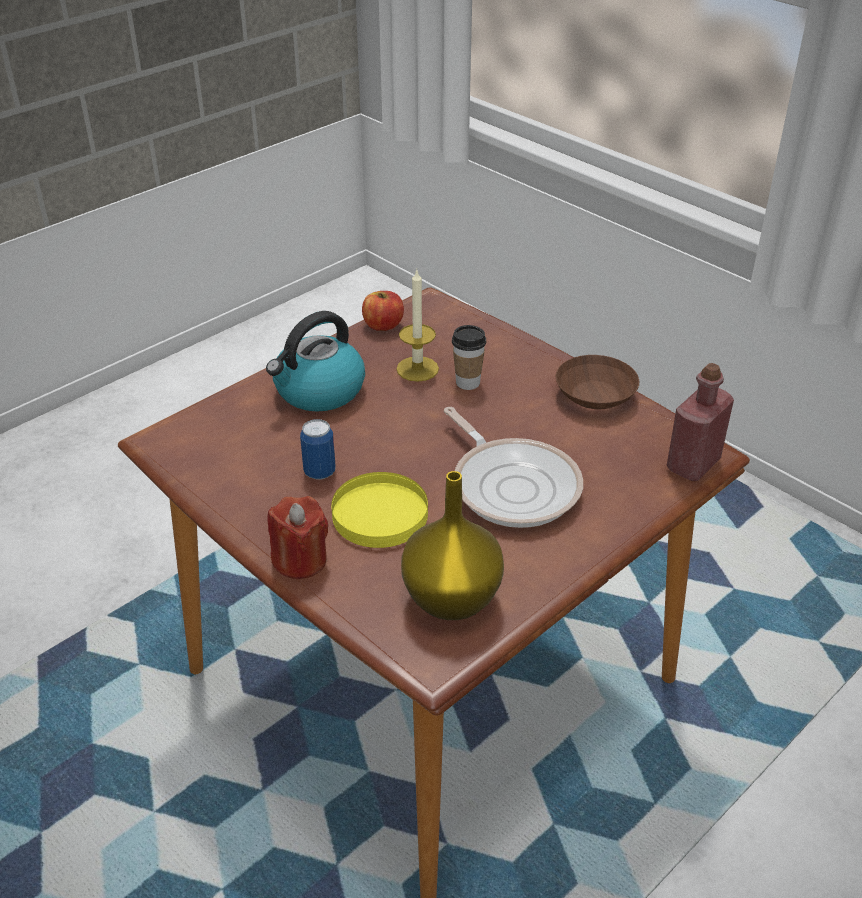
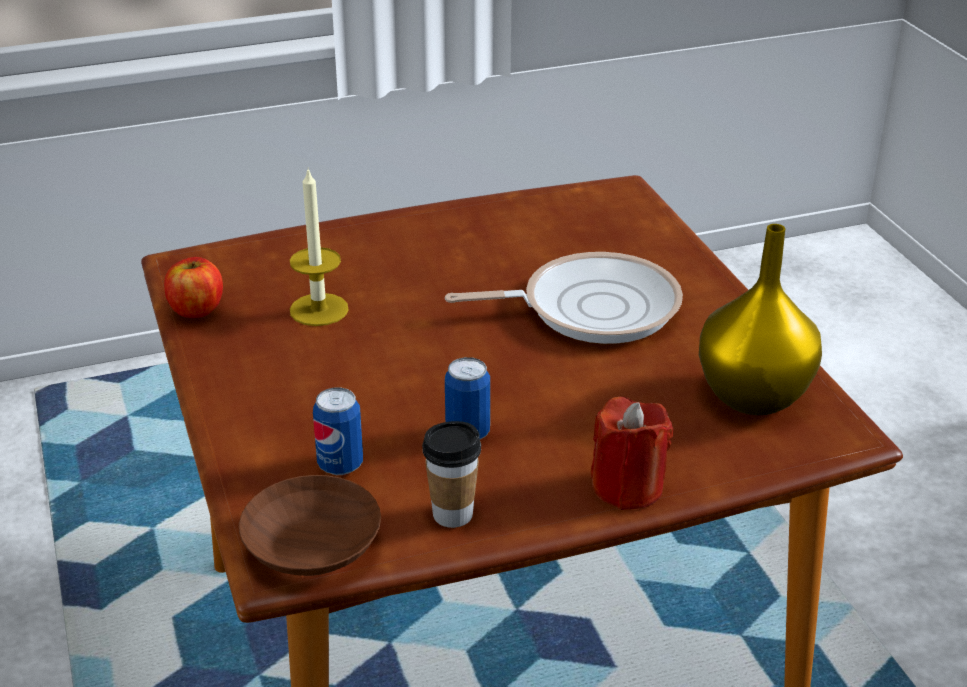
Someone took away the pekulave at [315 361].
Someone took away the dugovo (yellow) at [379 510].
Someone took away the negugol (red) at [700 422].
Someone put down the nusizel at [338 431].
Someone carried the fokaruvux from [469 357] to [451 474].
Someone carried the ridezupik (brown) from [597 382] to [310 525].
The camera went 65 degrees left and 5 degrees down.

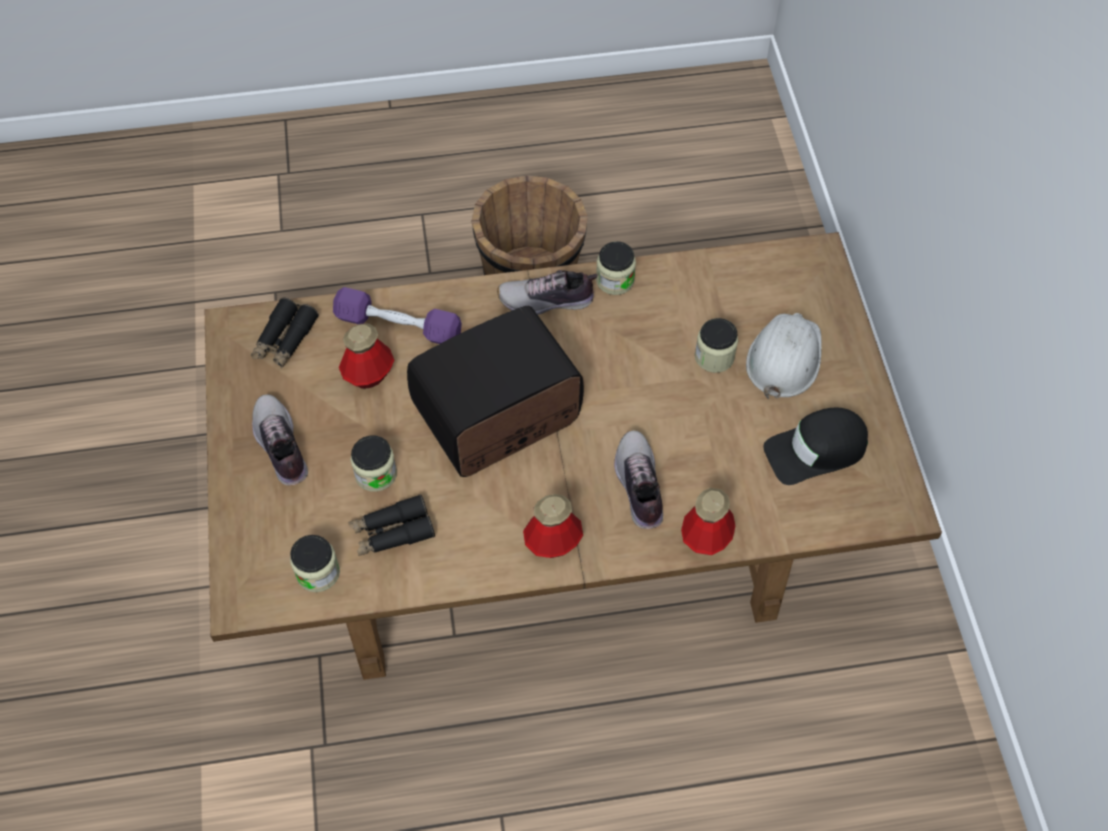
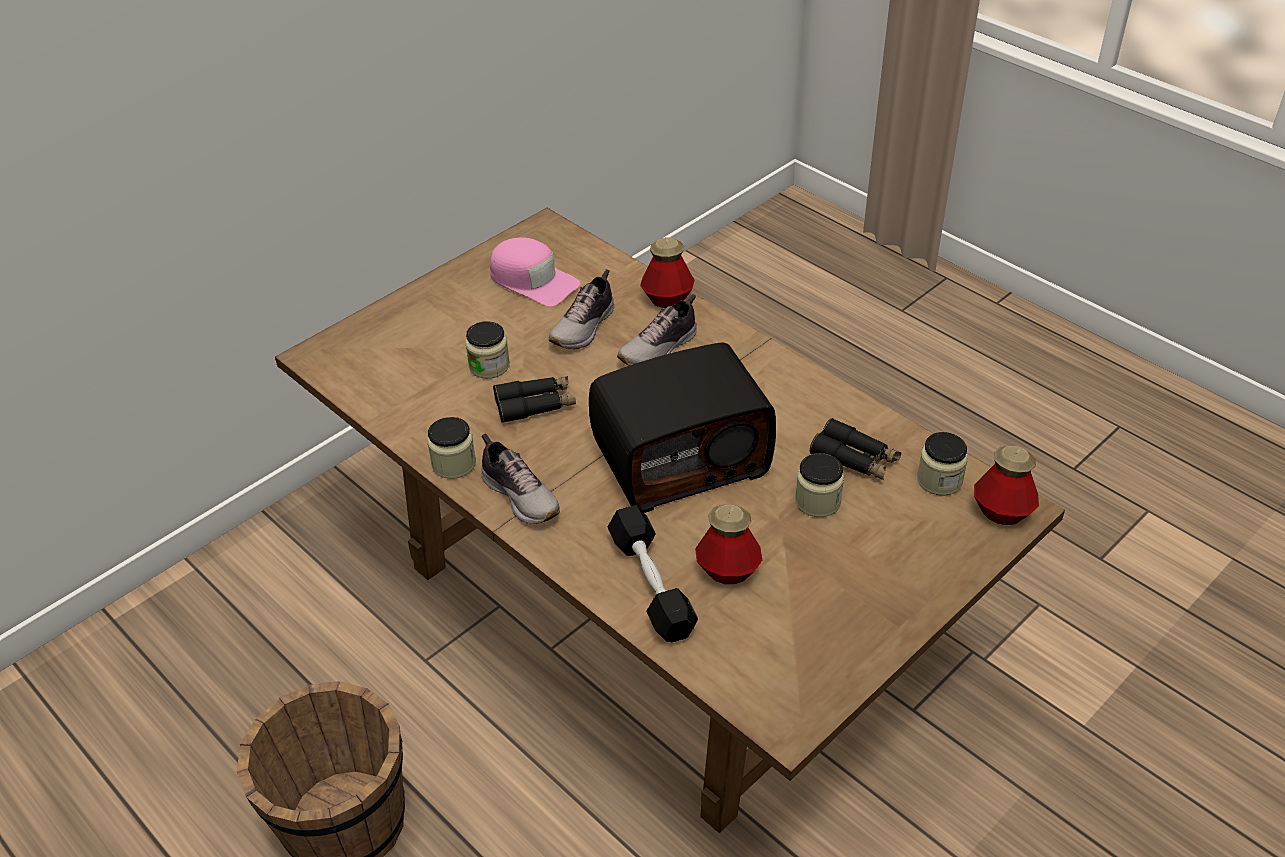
Someone took away the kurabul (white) at [784 356].
Someone carried the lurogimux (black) from [285 333] to [534 399].
Someone carried the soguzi from [280 440] to [581 309].
Someone carried the negugol from [553 526] to [1006 485].
Someone repainted the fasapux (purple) at [397 315], which became the fasapux (black) at [653 574].
Someone repainted the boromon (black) at [815 446], which became the boromon (pink) at [535 272].
Someone rotated the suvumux at [495 391] by 45 degrees counterclockwise.
The camera went 125 degrees left and 15 degrees down.

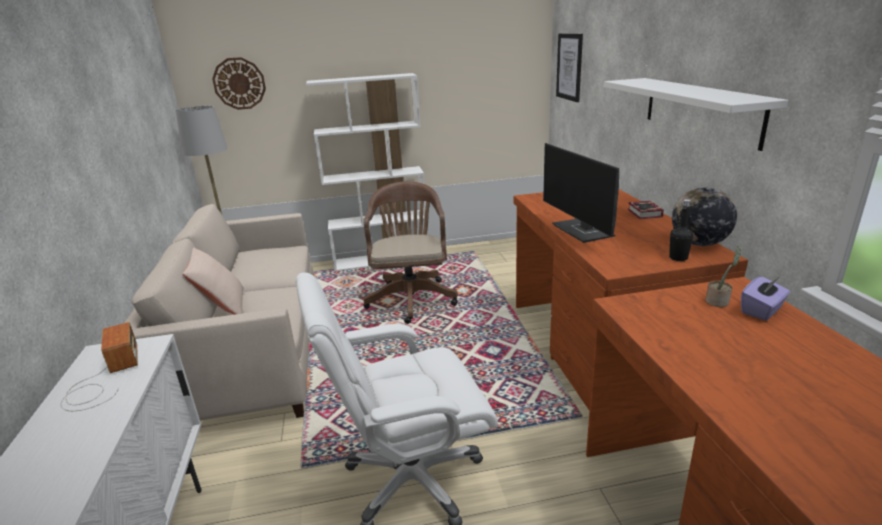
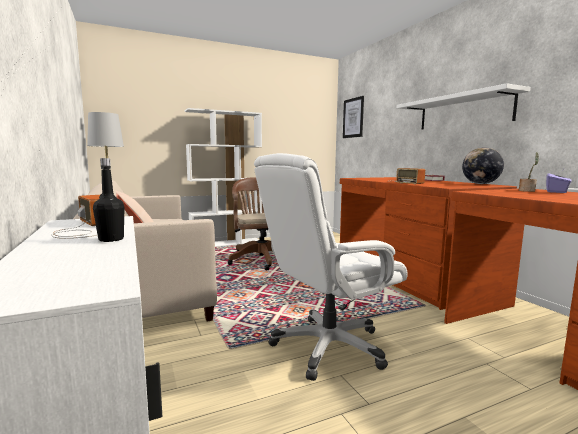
Someone took away the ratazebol at [239 83].
Someone carried the negugol (black) from [681 230] to [109 200].
Someone swapped the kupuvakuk at [581 193] for the suvumux at [409 176].
The camera went 15 degrees left and 15 degrees down.

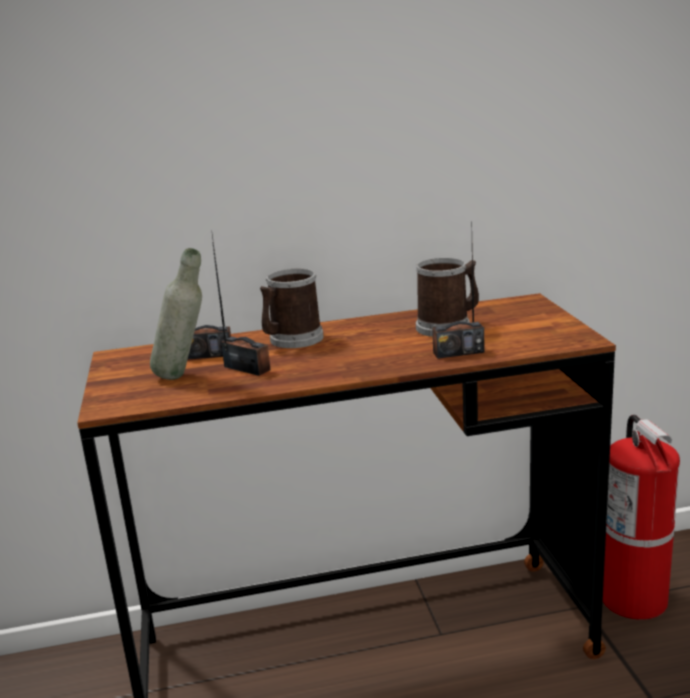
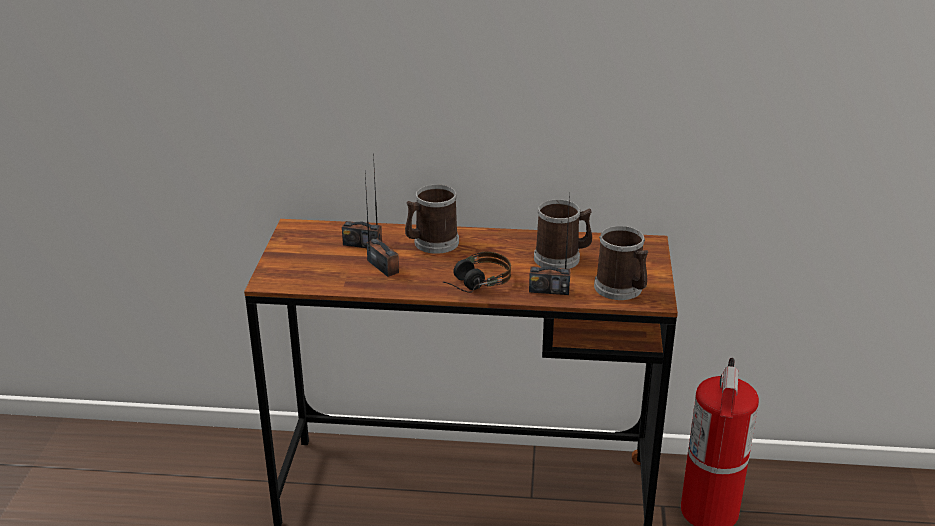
Someone took away the negugol (grey) at [176 314].
Someone put down the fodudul at [477 272].
Someone put down the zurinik at [621 263].
The camera went 15 degrees right and 10 degrees up.

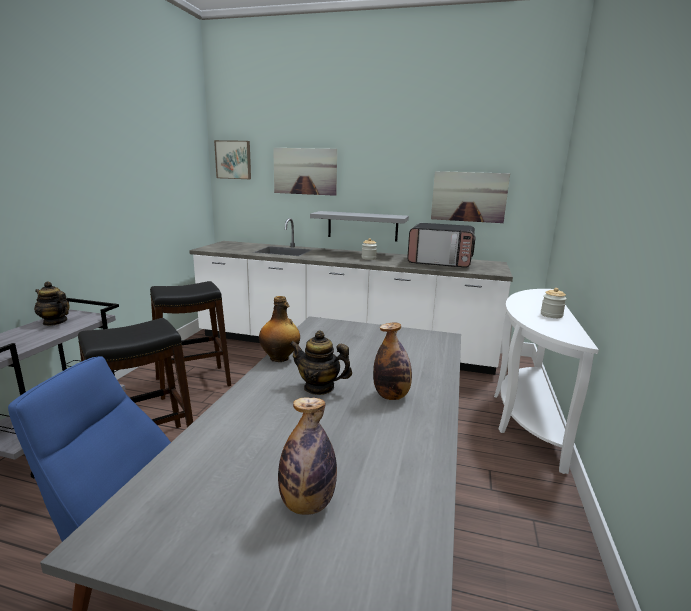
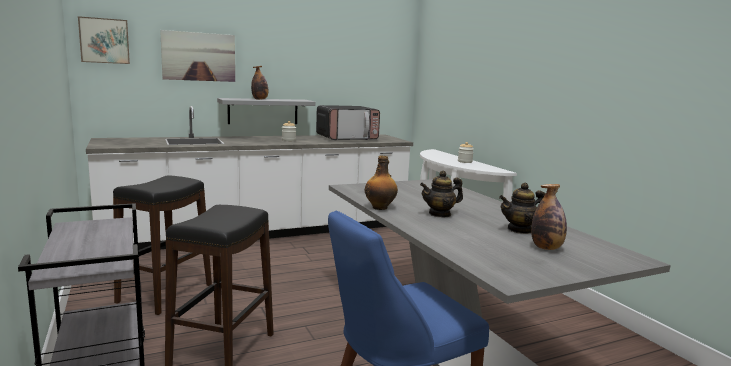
Someone took away the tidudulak at [470 197].
Someone carried the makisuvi from [52 303] to [522 208].
Someone carried the negugol from [392 361] to [259 83].
The camera went 40 degrees left and 5 degrees down.

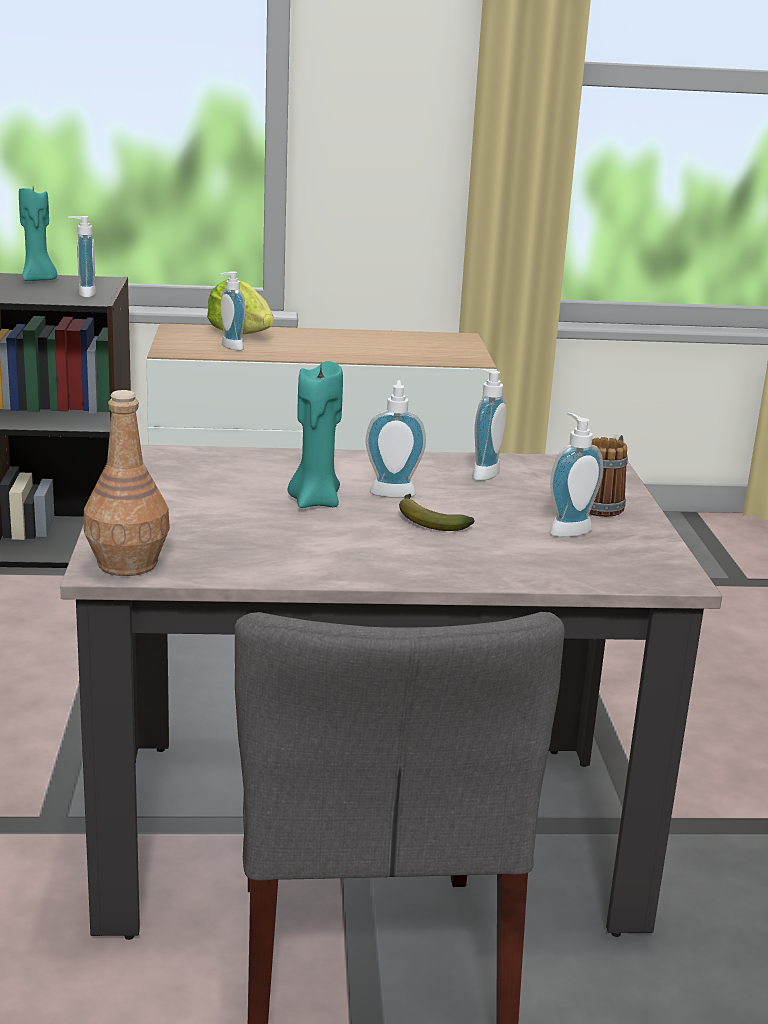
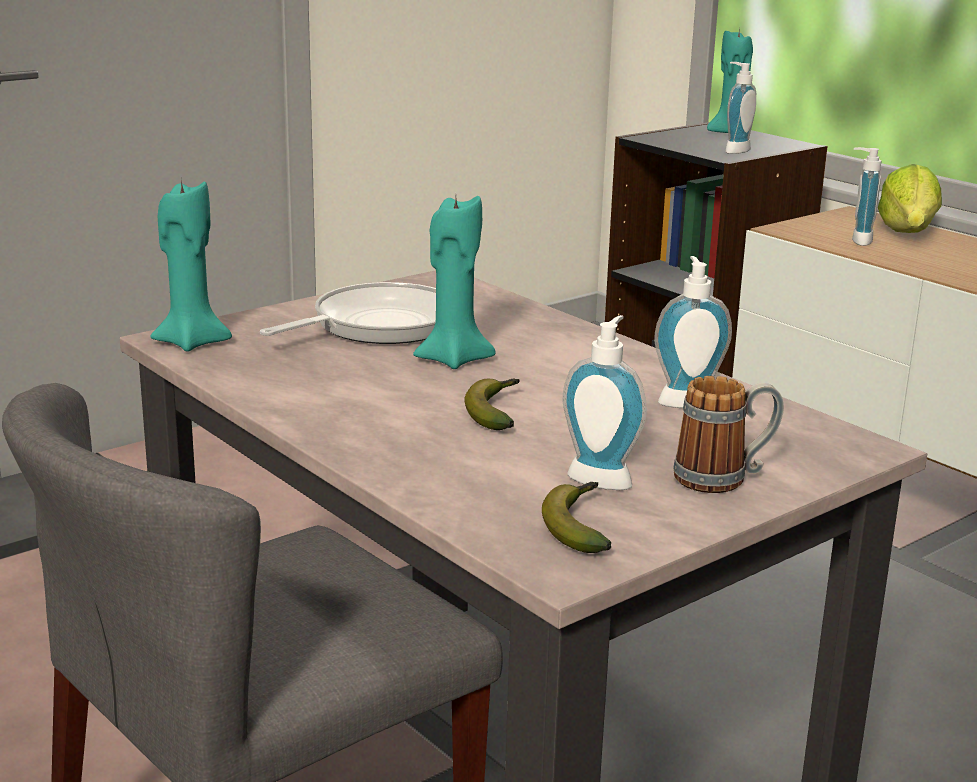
Someone took away the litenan at [396 439].
Someone put down the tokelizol at [348 313].
Someone put down the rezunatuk at [576 517].
Someone swapped the negugol (brown) at [127 483] for the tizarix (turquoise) at [191 265].
The camera went 55 degrees right and 0 degrees up.

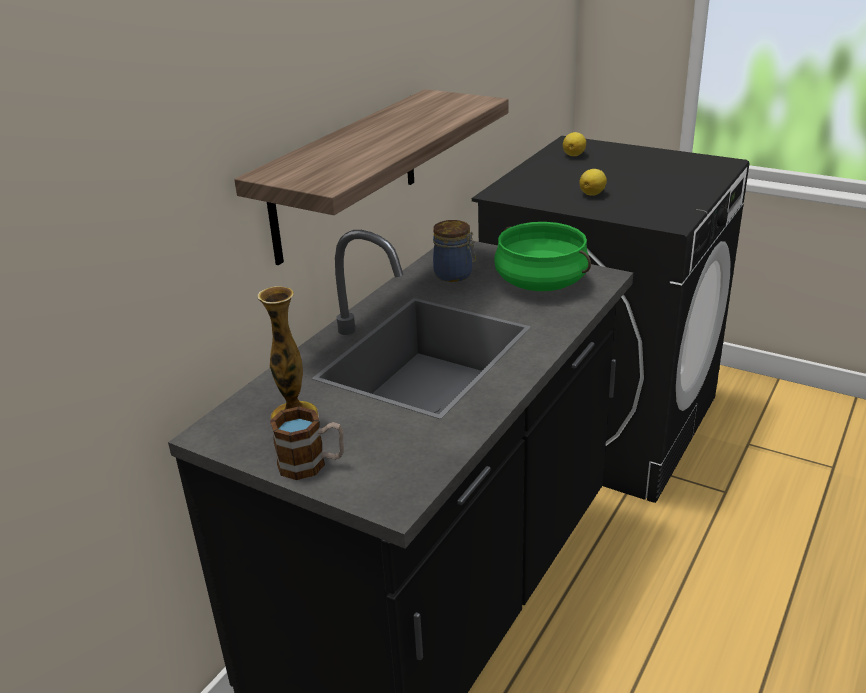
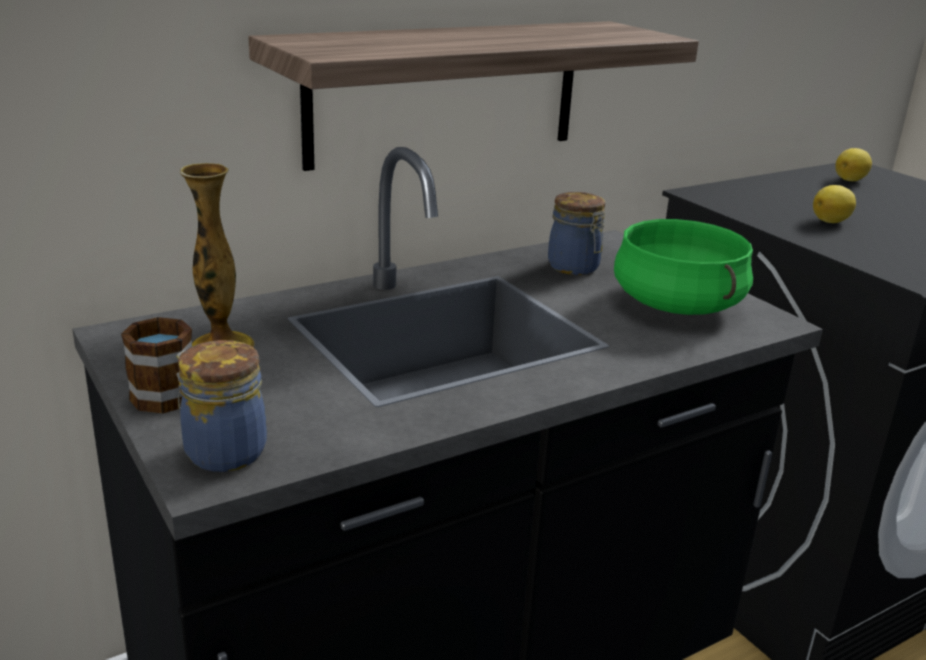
Someone put down the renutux at [221 406].
The camera went 25 degrees right and 5 degrees down.

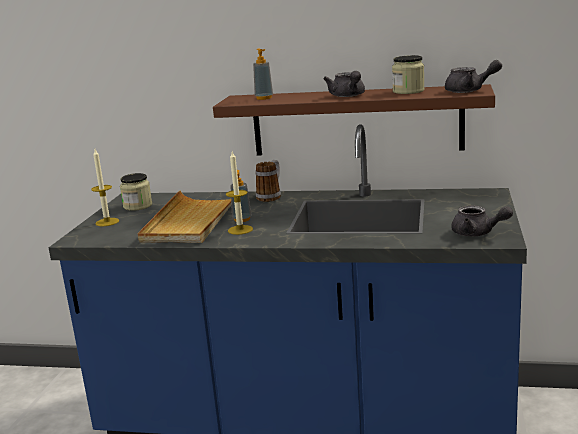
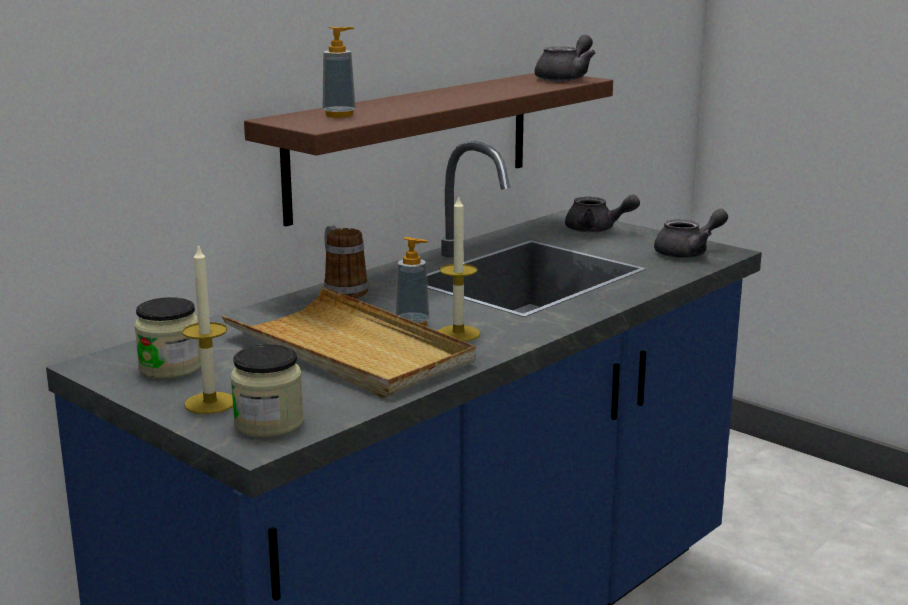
Someone carried the makisuvi (grey) from [344 84] to [602 214].
Someone carried the renutux from [408 74] to [267 391].
The camera went 60 degrees left and 0 degrees up.

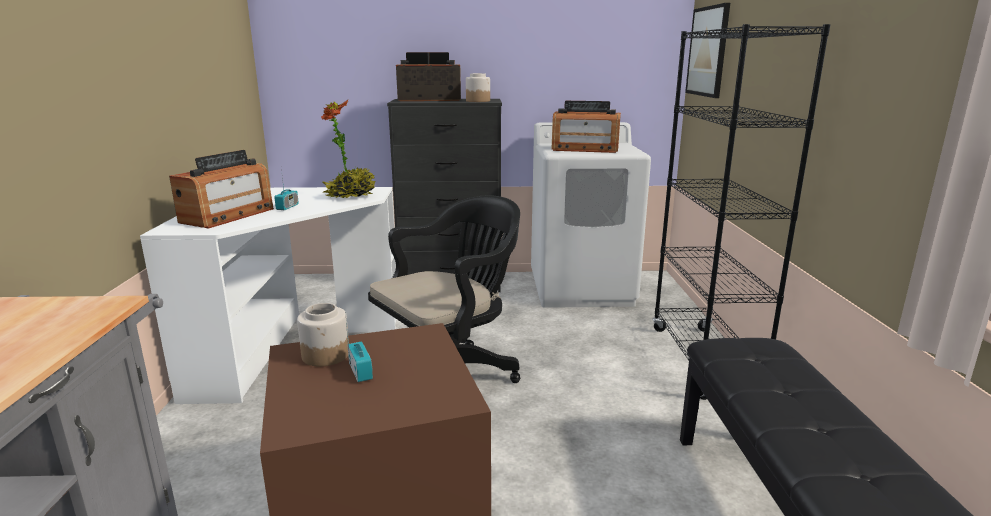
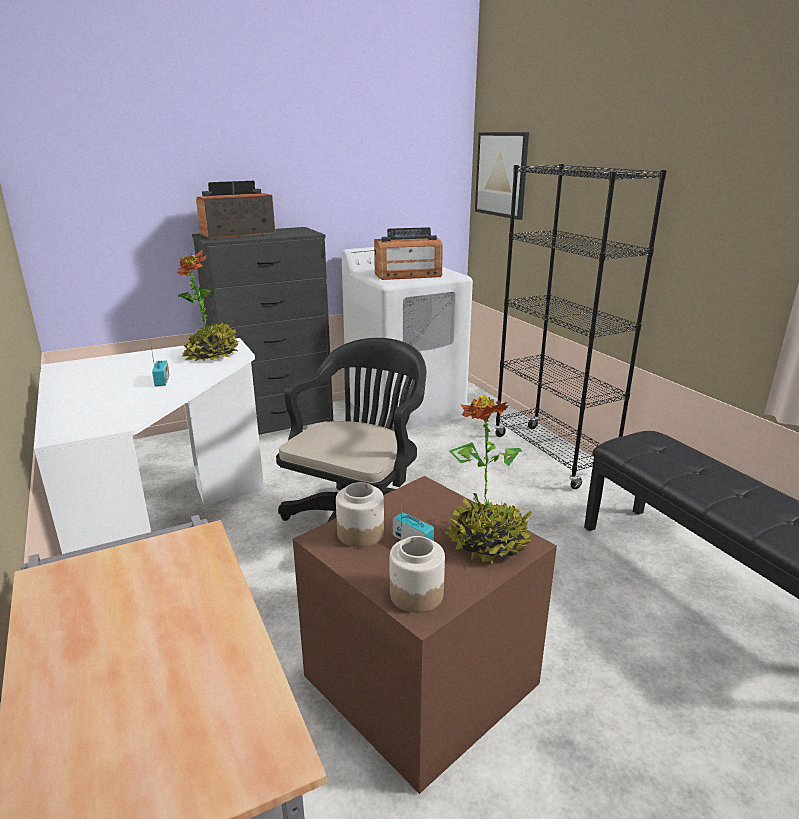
Someone took away the suvumux at [221 189].
Someone put down the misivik at [488 479].
Someone carried the renutux from [478 87] to [417 574].
The camera went 25 degrees left and 5 degrees up.

